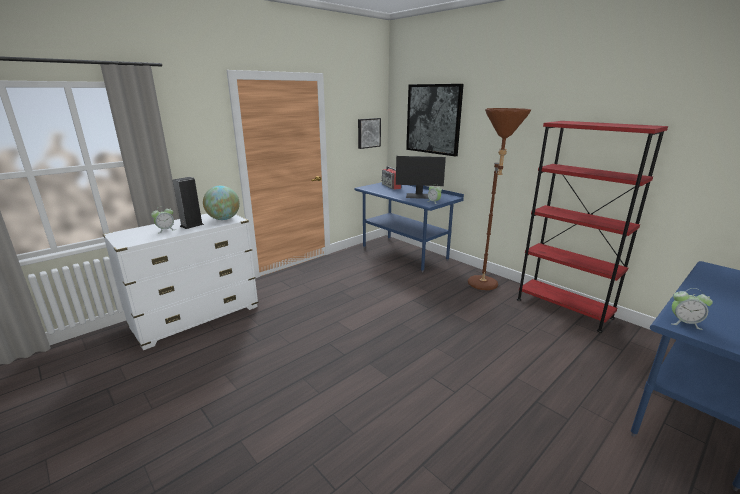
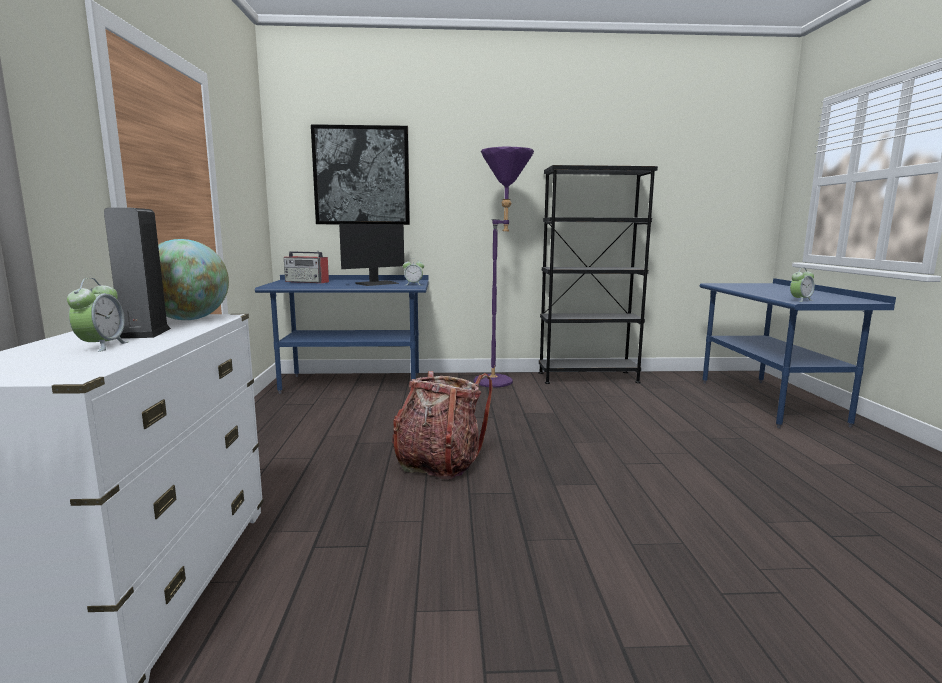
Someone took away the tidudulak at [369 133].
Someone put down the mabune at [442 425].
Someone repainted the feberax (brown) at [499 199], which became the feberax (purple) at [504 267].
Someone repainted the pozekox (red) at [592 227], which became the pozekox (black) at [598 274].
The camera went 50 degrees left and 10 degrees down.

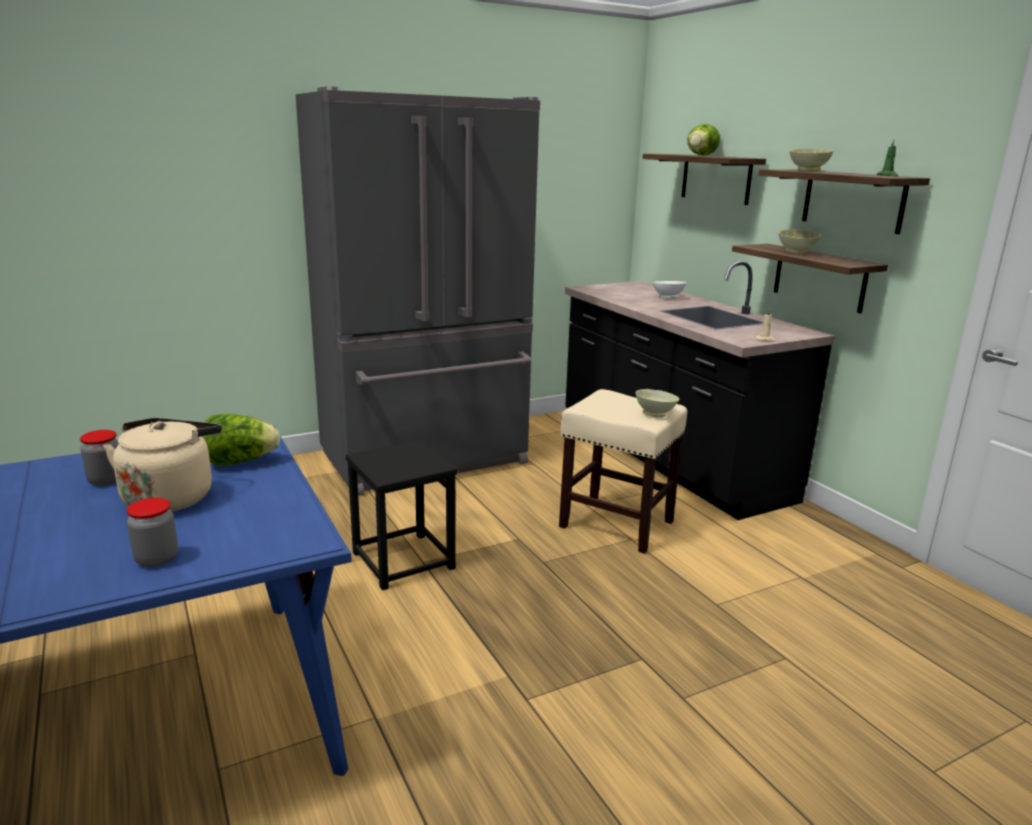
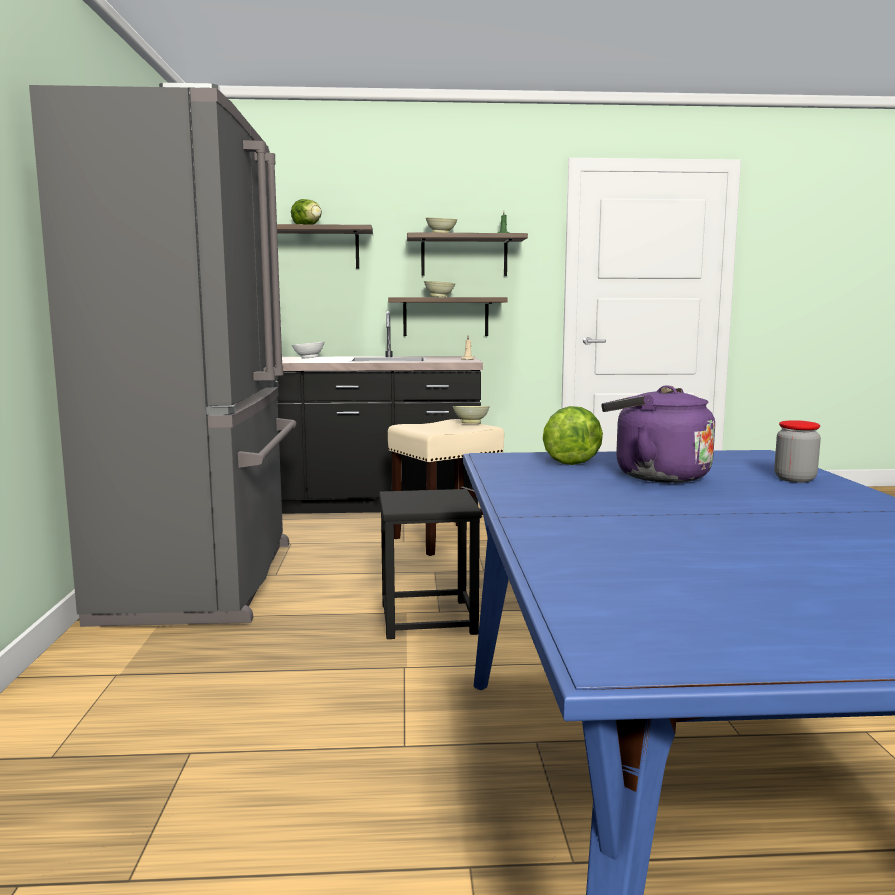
Someone took away the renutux at [99 458].
Someone repainted the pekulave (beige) at [163 465], which became the pekulave (purple) at [658 434].
The camera went 65 degrees left and 10 degrees down.

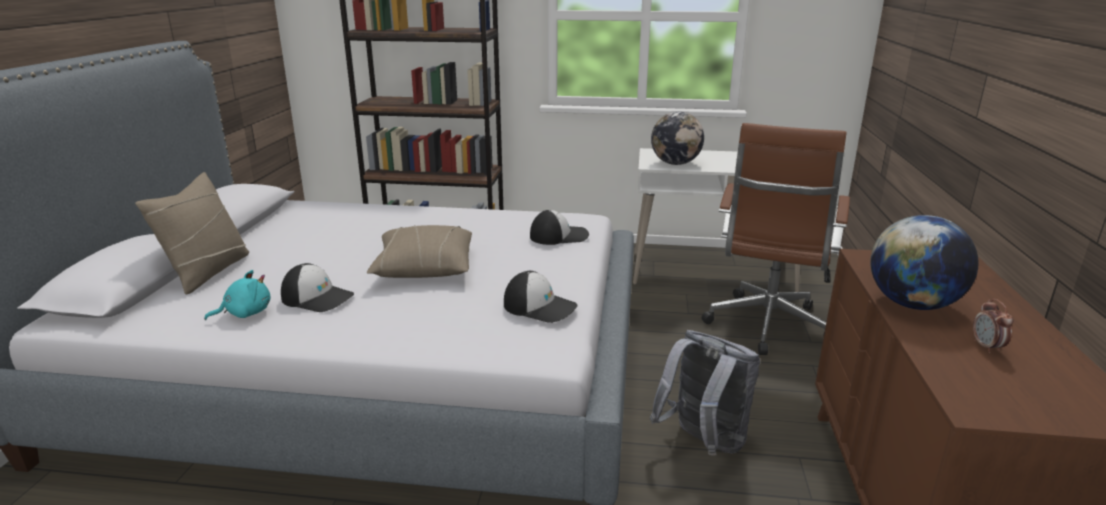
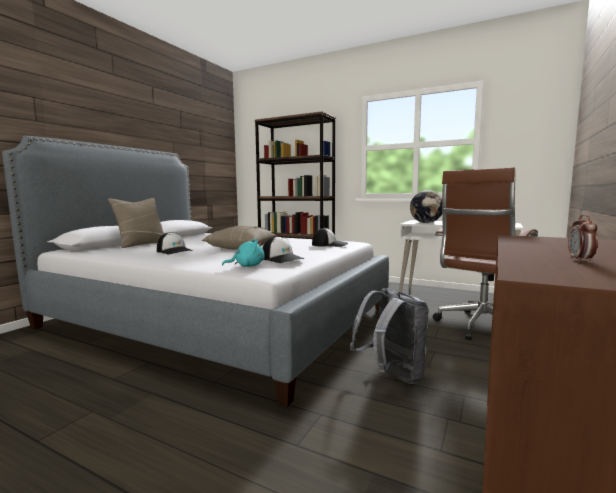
Someone took away the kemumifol at [924 262].
Someone carried the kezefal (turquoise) from [237 295] to [243 253].
The camera went 20 degrees right and 15 degrees down.

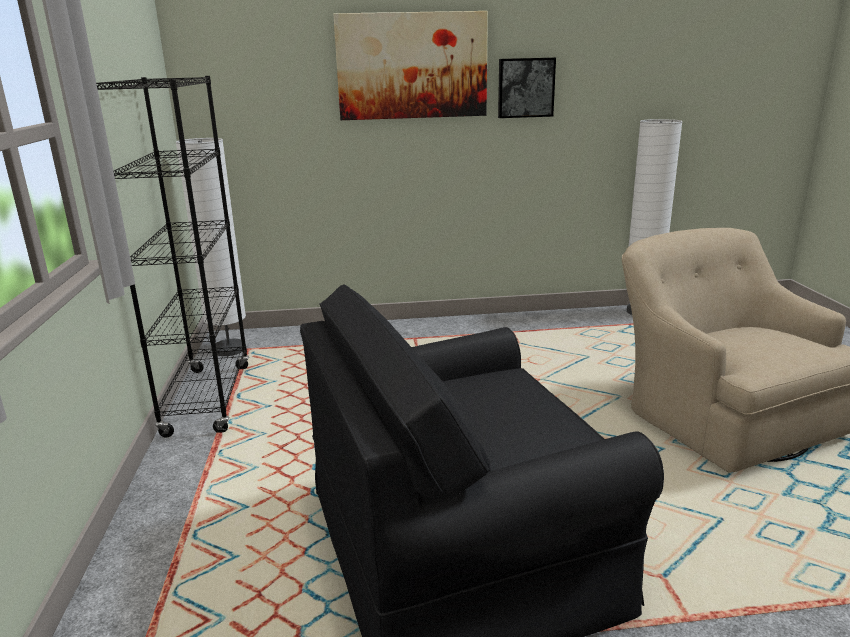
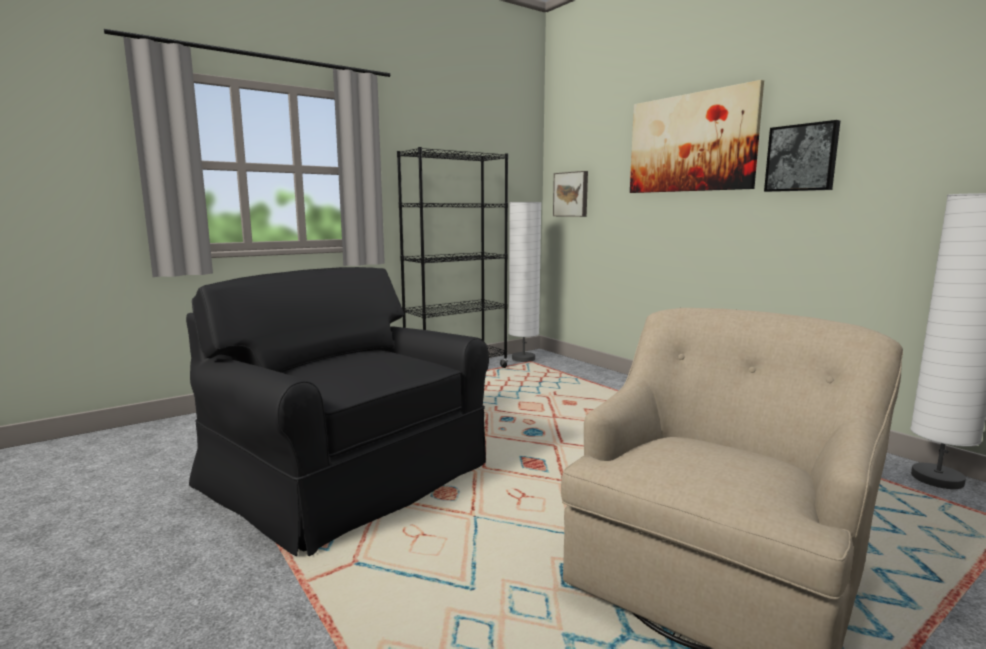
Someone put up the tidudulak at [570 194].
The camera went 60 degrees right and 10 degrees down.

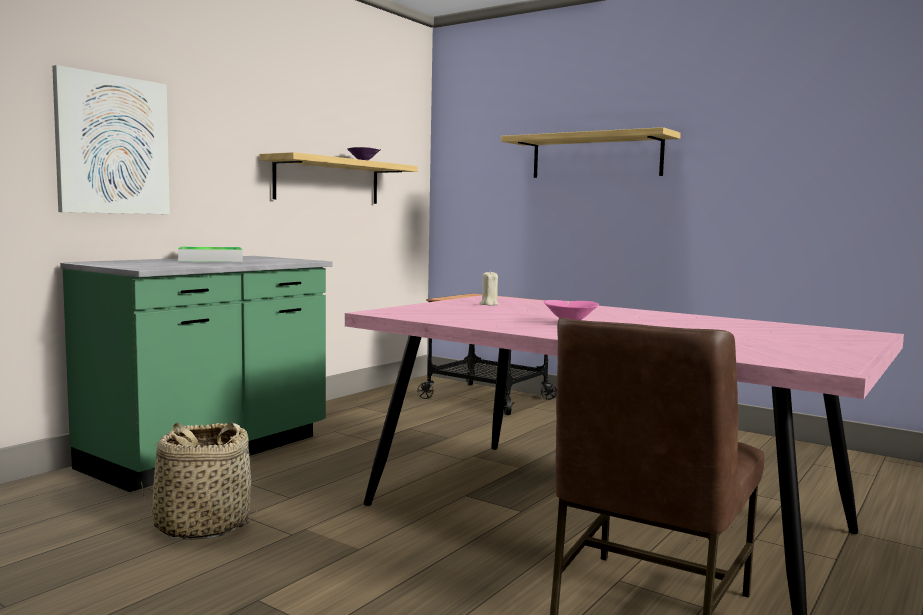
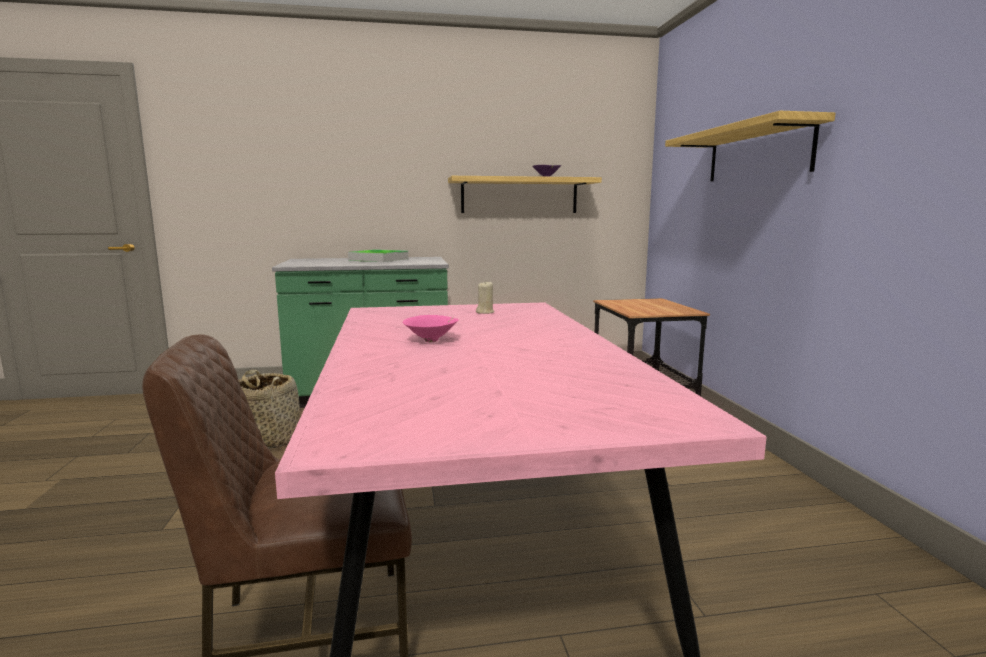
Someone took away the tidudulak at [111 139].
The camera went 45 degrees right and 5 degrees up.

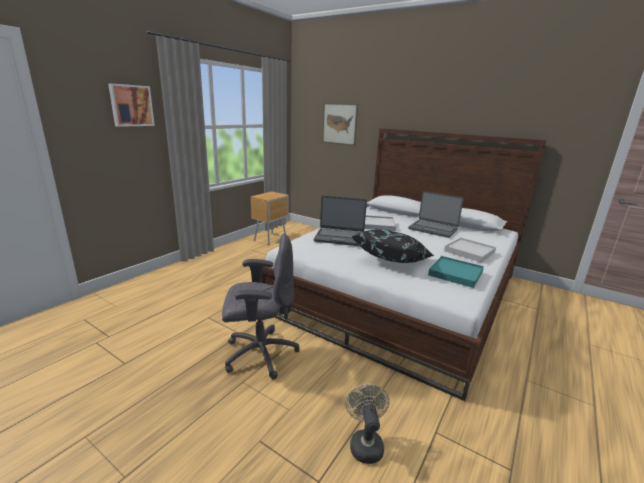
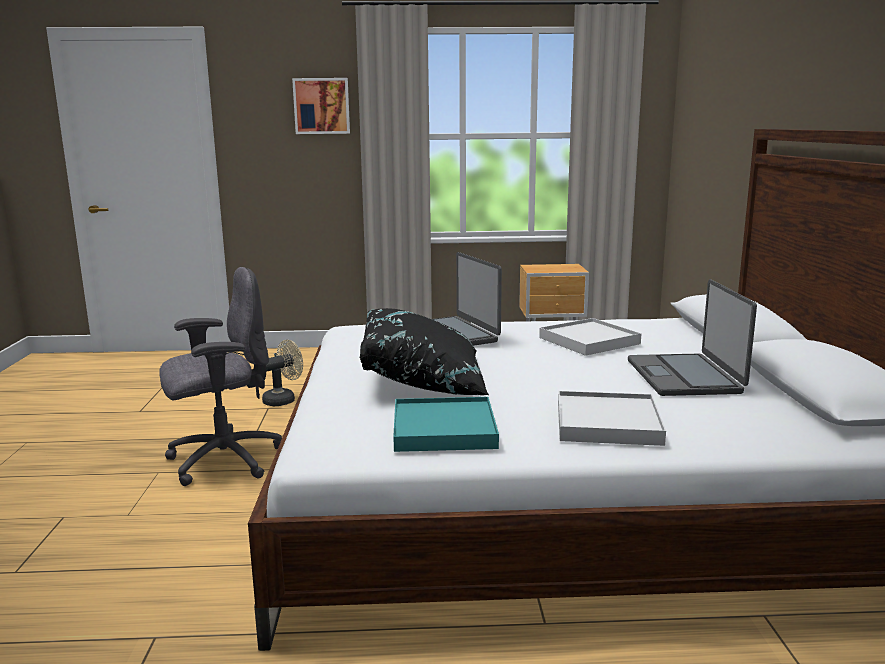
Someone took away the tidudulak at [340 124].
Someone carried the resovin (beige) from [367 424] to [282 373].
Someone rotated the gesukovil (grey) at [260 307] by 75 degrees counterclockwise.
The camera went 55 degrees right and 5 degrees down.

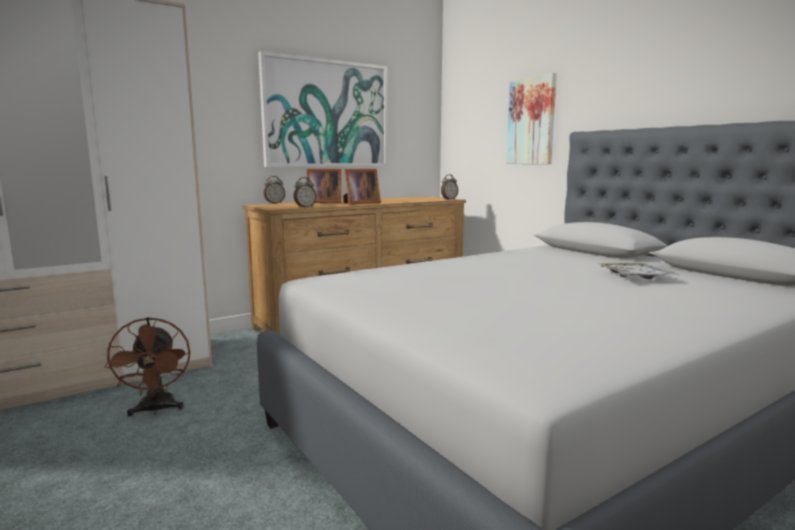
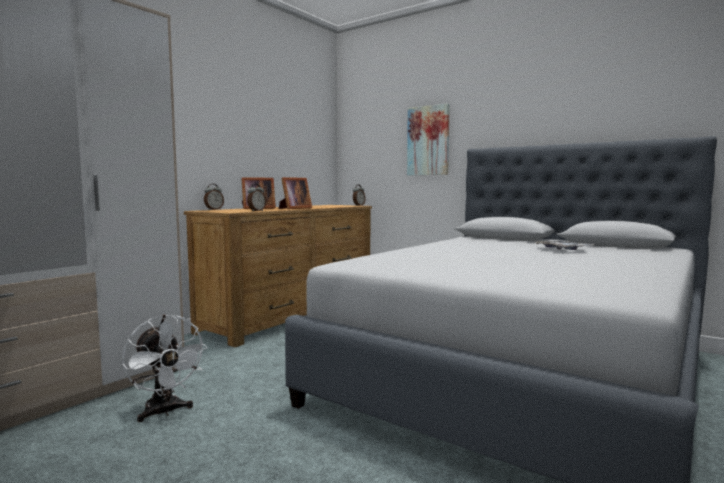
Someone took away the tidudulak at [323 109].
Someone repainted the resovin (brown) at [148 366], which became the resovin (white) at [165 368].
The camera went 20 degrees left and 5 degrees down.

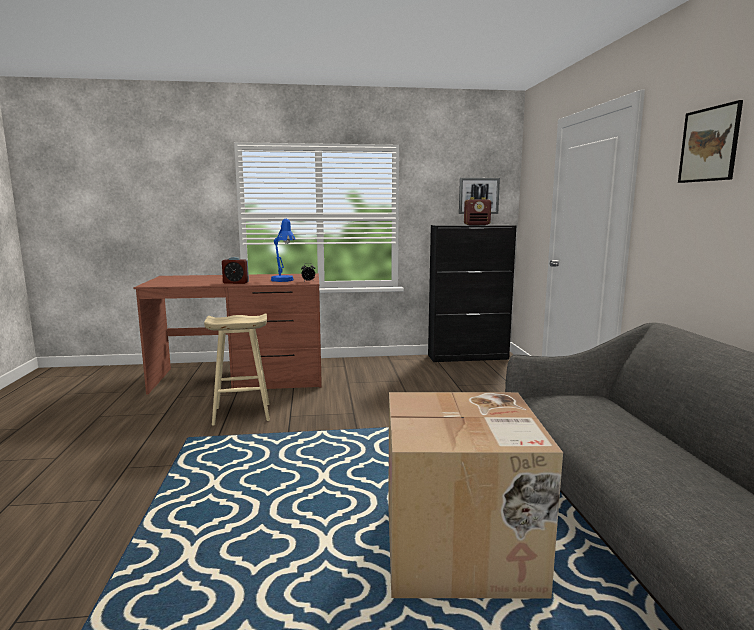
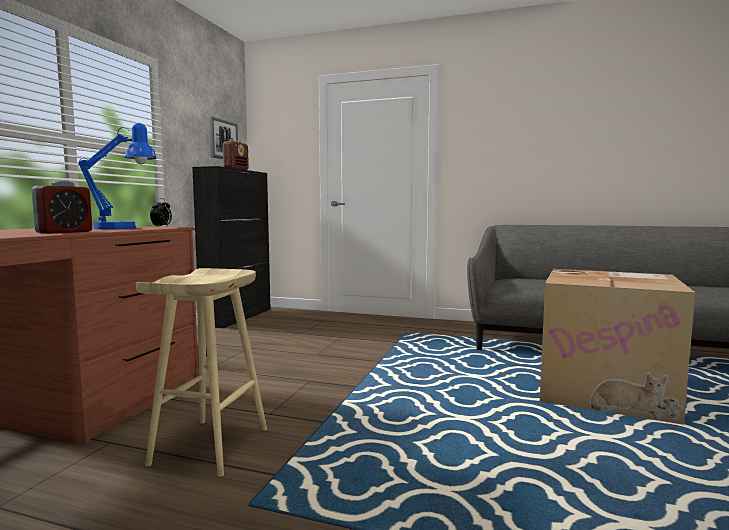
Someone took away the tidudulak at [710 141].
The camera went 65 degrees left and 5 degrees down.

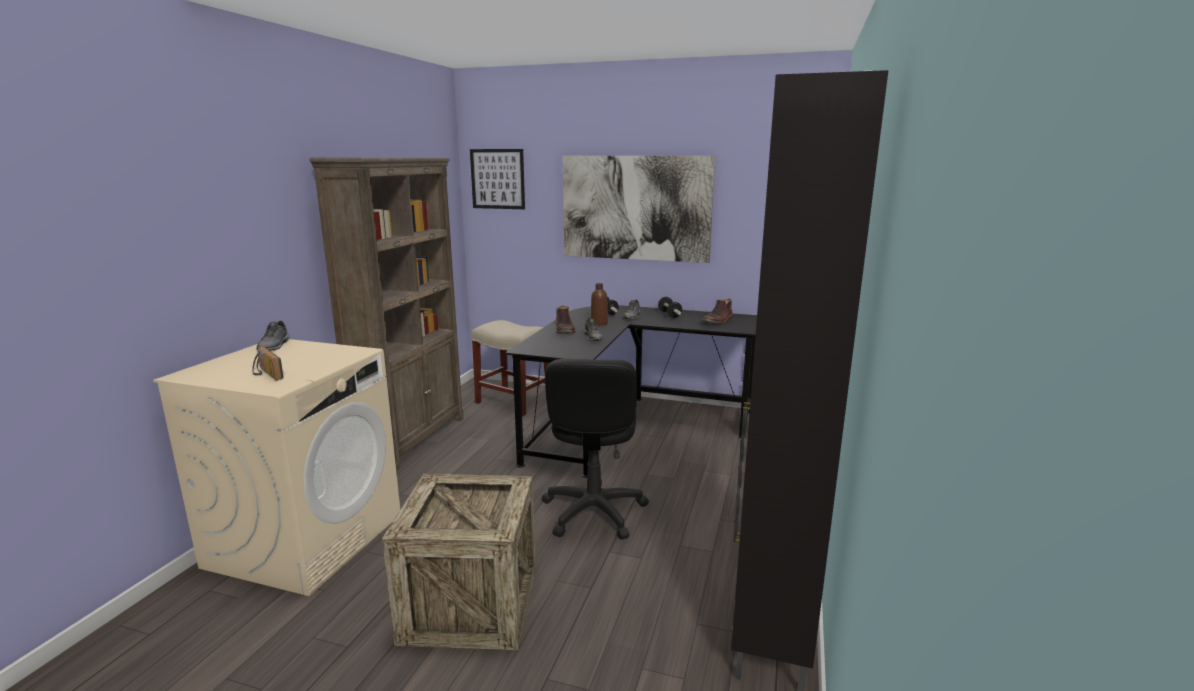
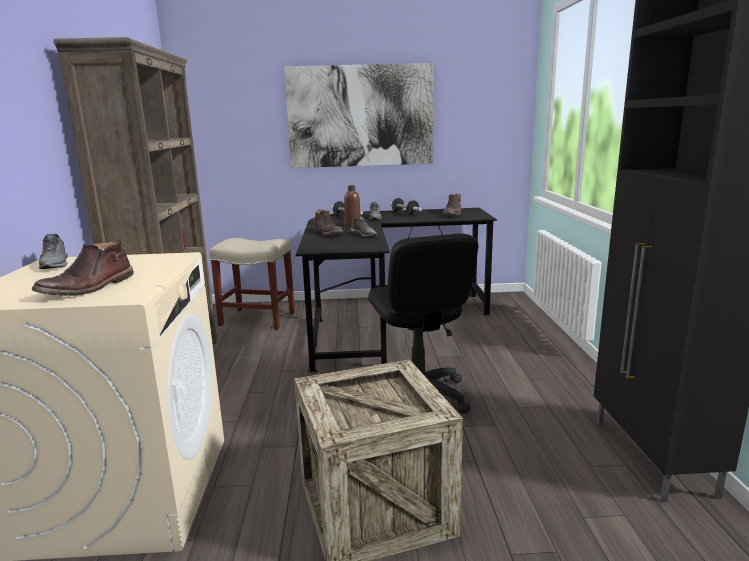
Someone took away the tidudulak at [497 179].
Someone swapped the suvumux at [267 364] for the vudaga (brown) at [83 268].
The camera went 20 degrees left and 0 degrees up.

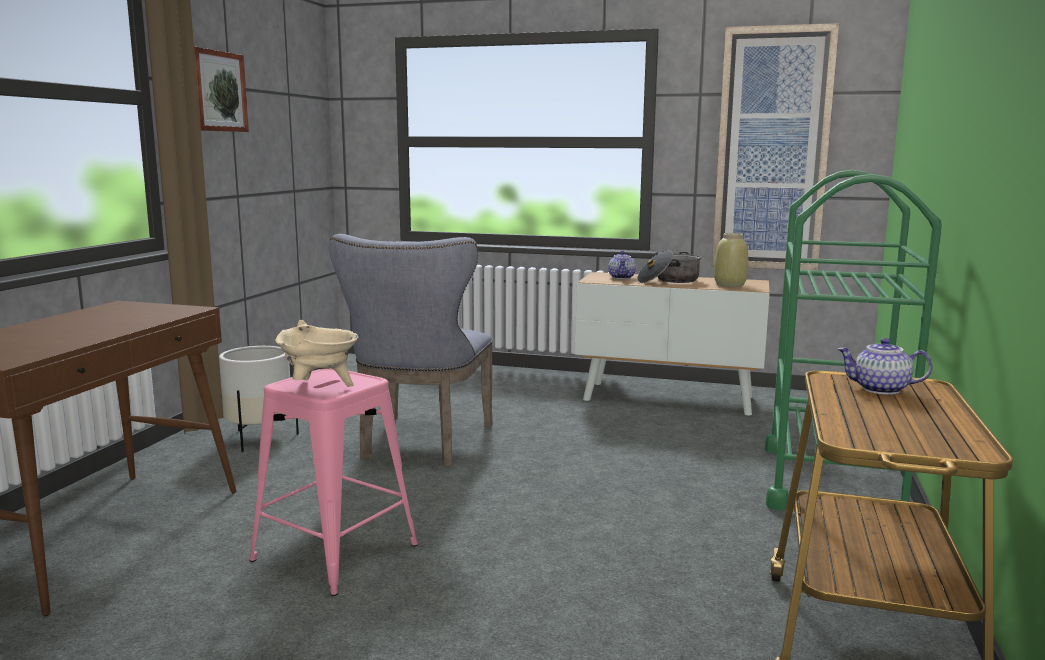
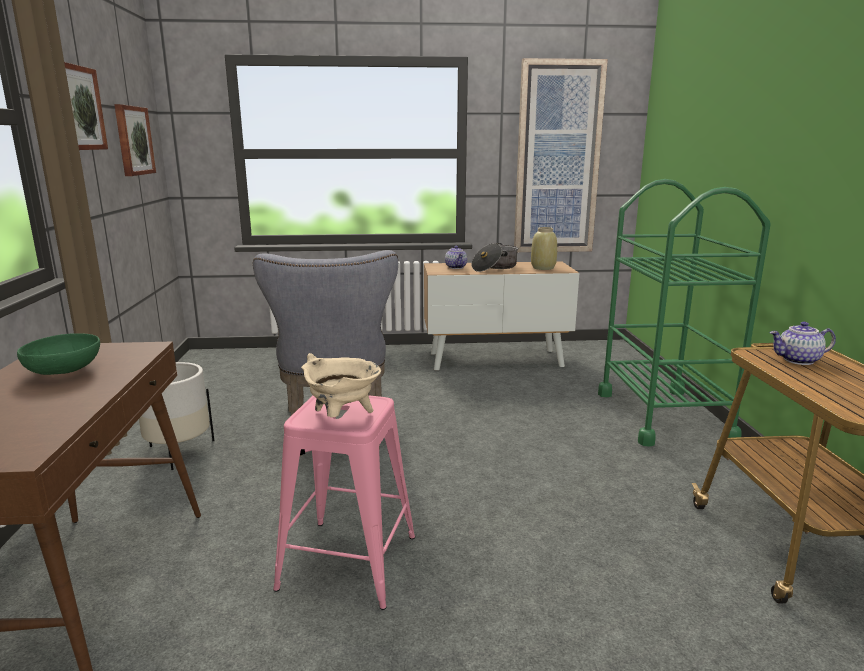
Someone put down the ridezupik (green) at [58 354].
Someone put up the tidudulak at [135 140].
The camera went 20 degrees left and 5 degrees up.

